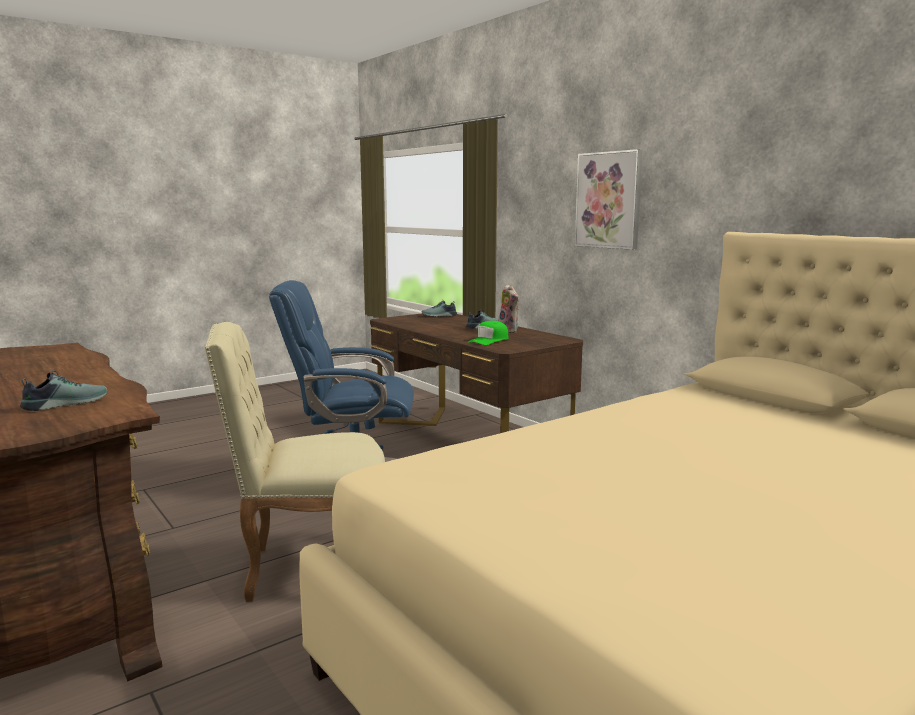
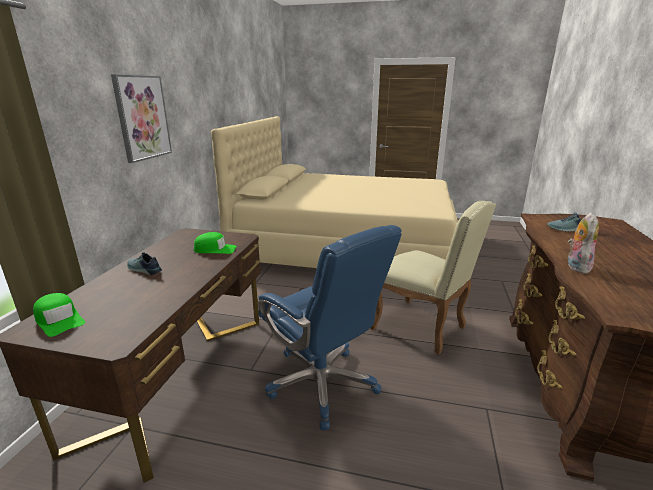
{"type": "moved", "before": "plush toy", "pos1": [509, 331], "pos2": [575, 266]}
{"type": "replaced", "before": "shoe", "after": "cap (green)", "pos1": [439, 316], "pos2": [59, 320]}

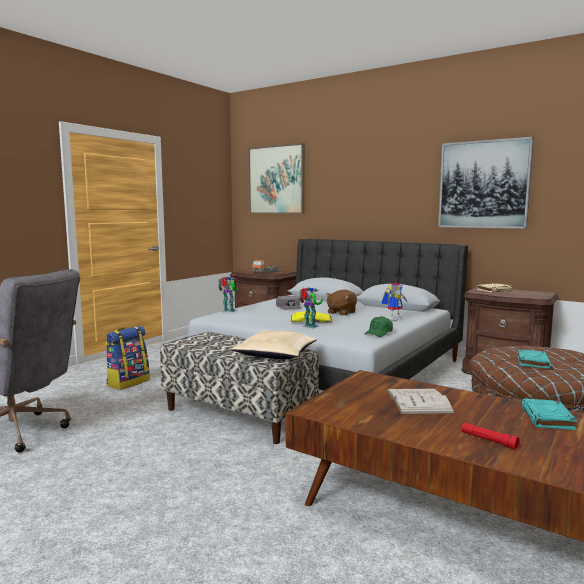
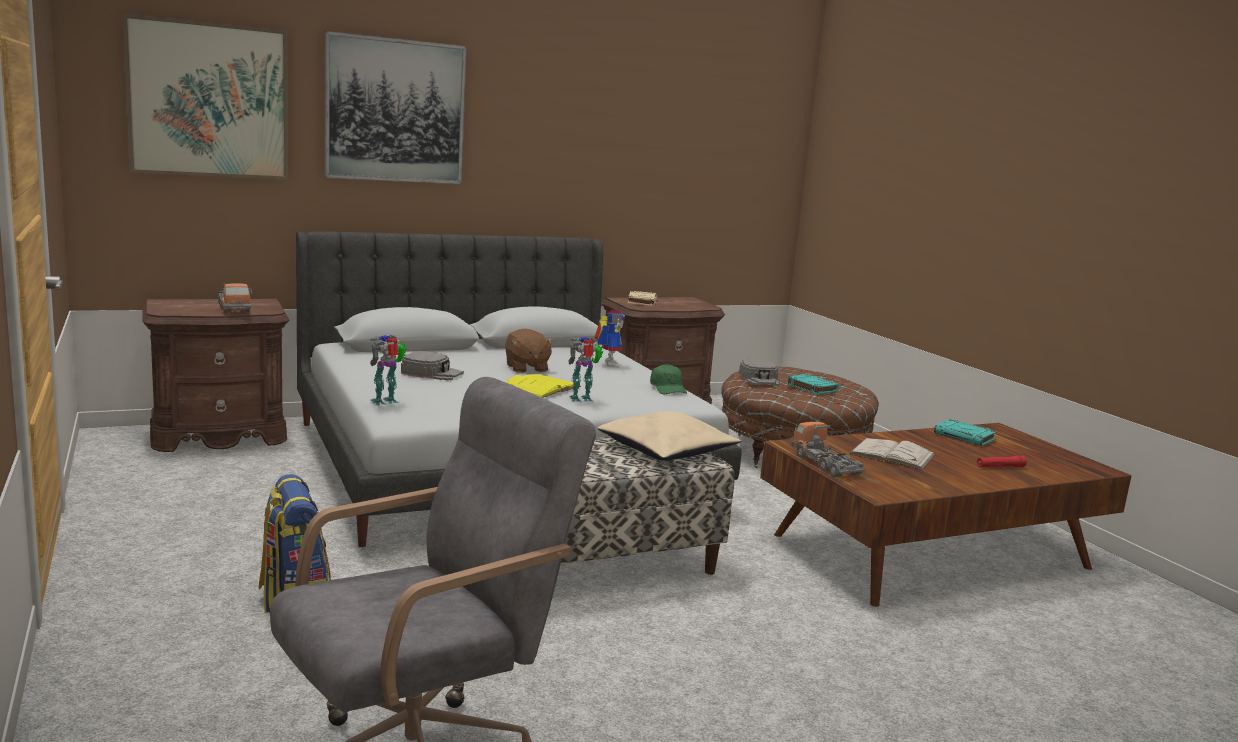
{"type": "moved", "before": "picture", "pos1": [483, 184], "pos2": [395, 111]}
{"type": "added", "after": "cap (grey)", "pos2": [760, 379]}
{"type": "added", "after": "toy truck", "pos2": [825, 464]}

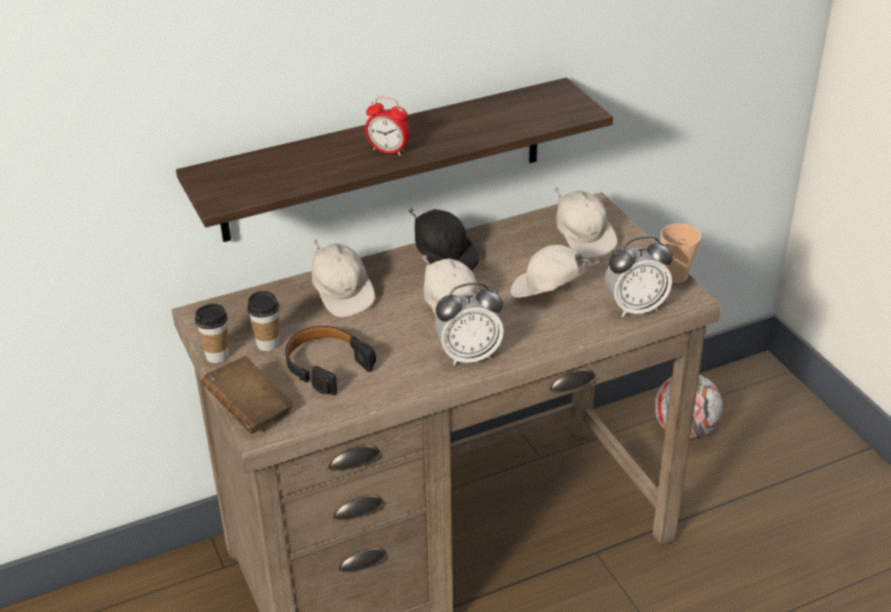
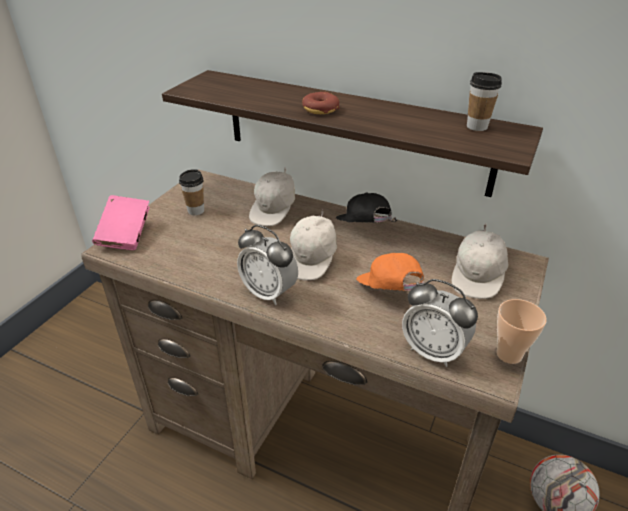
{"type": "replaced", "before": "alarm clock", "after": "donut", "pos1": [388, 151], "pos2": [320, 109]}
{"type": "turned", "before": "cap (black)", "pos1": [444, 257], "pos2": [364, 229], "turn": 135}
{"type": "recoloured", "before": "cap (white)", "after": "cap (orange)", "pos1": [548, 291], "pos2": [389, 292]}
{"type": "moved", "before": "cup", "pos1": [217, 356], "pos2": [477, 126]}
{"type": "removed", "before": "headphones (black)", "pos1": [326, 366]}
{"type": "recoloured", "before": "book (brown)", "after": "book (pink)", "pos1": [250, 410], "pos2": [125, 235]}

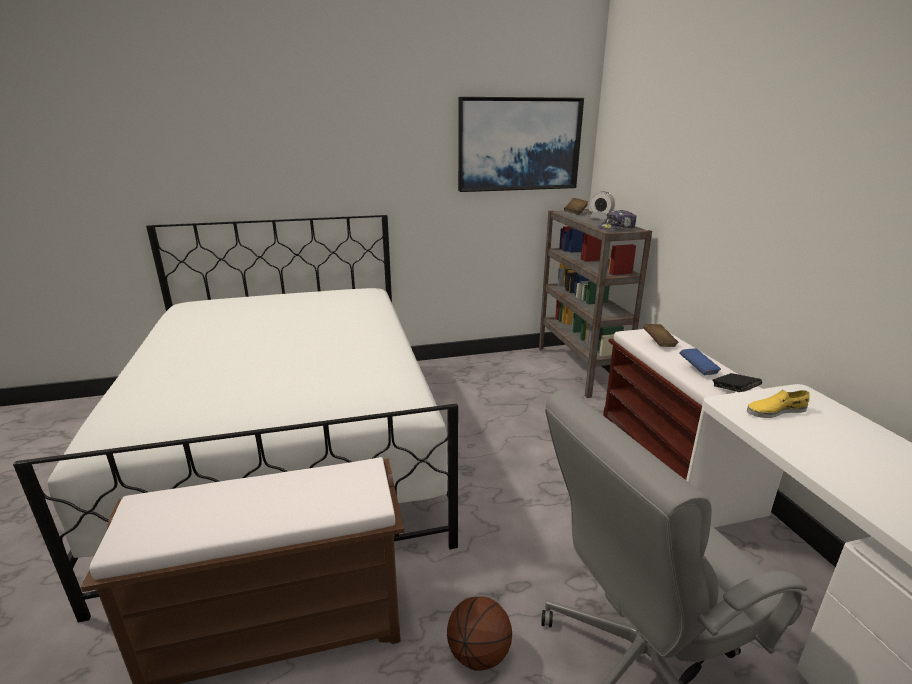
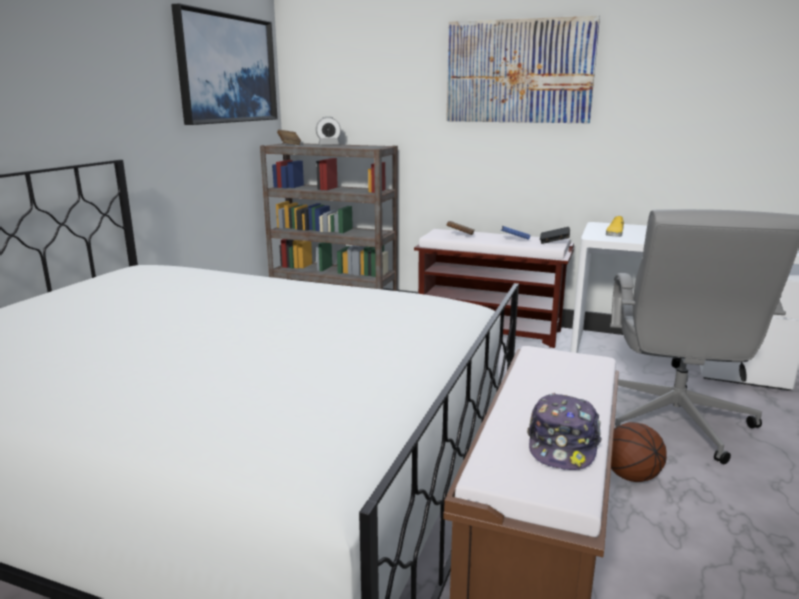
{"type": "moved", "before": "cap", "pos1": [616, 228], "pos2": [563, 444]}
{"type": "added", "after": "picture", "pos2": [518, 72]}

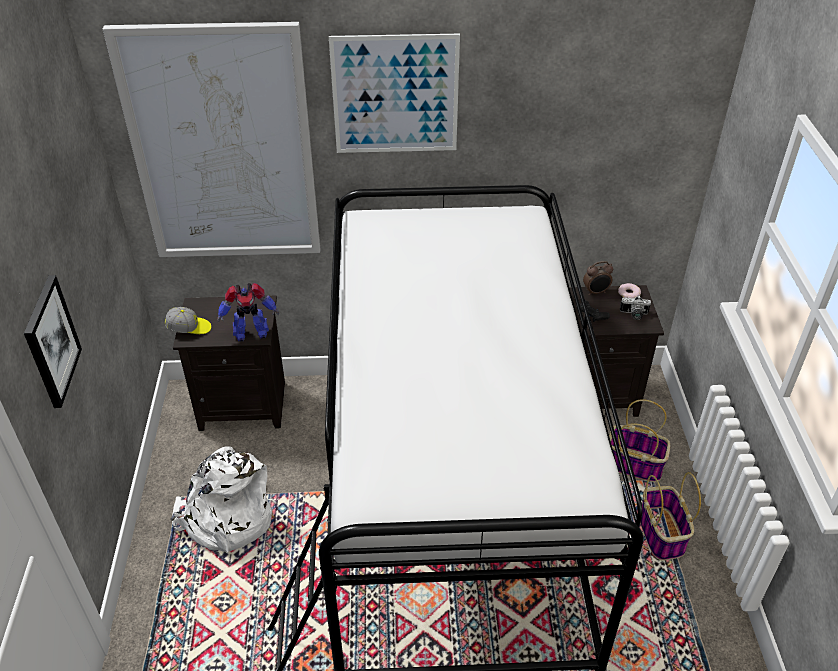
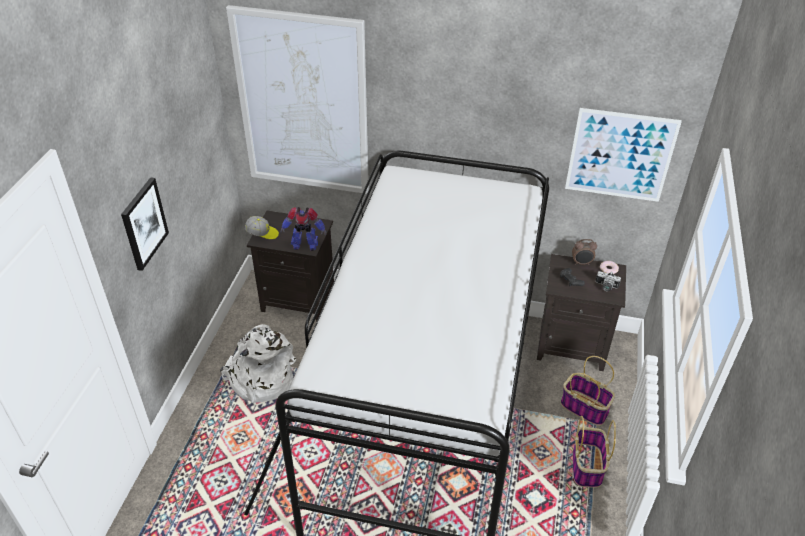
{"type": "moved", "before": "picture", "pos1": [395, 95], "pos2": [620, 155]}

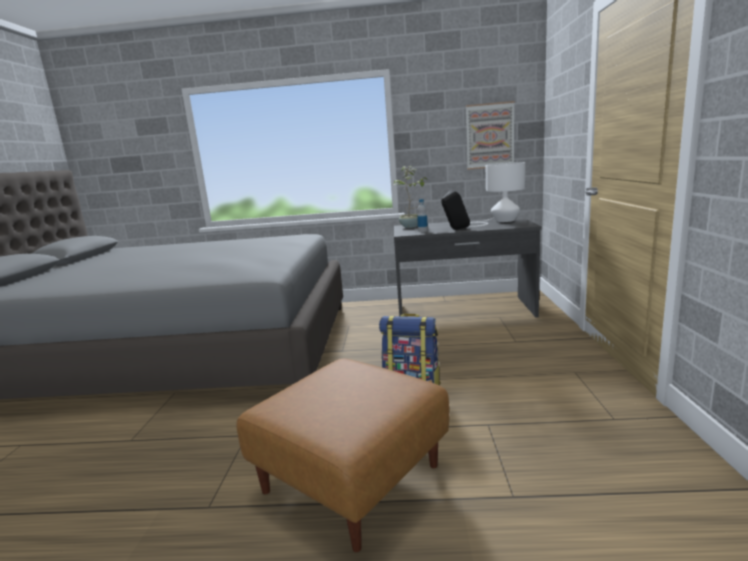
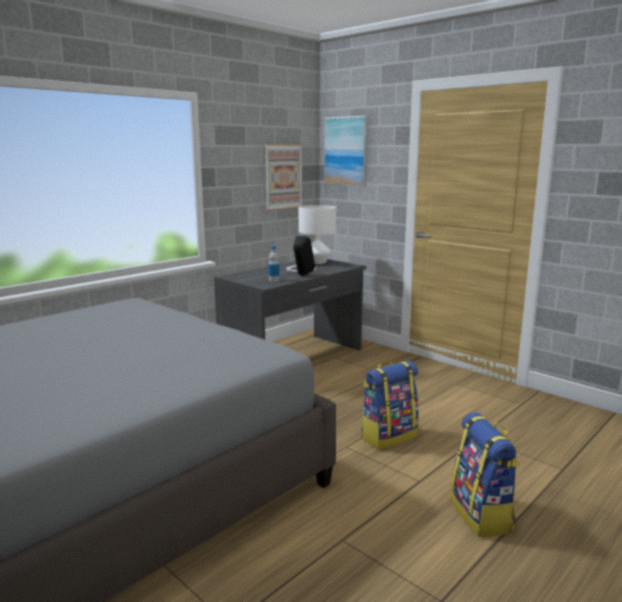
{"type": "removed", "before": "potted plant", "pos1": [411, 226]}
{"type": "replaced", "before": "ottoman (brown)", "after": "backpack", "pos1": [351, 479], "pos2": [482, 515]}
{"type": "added", "after": "picture", "pos2": [346, 151]}

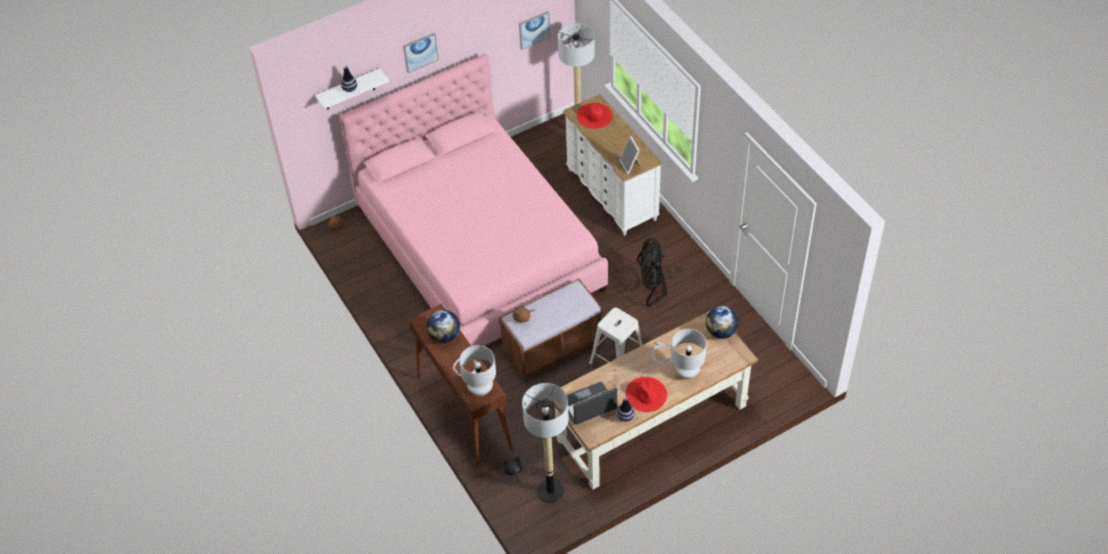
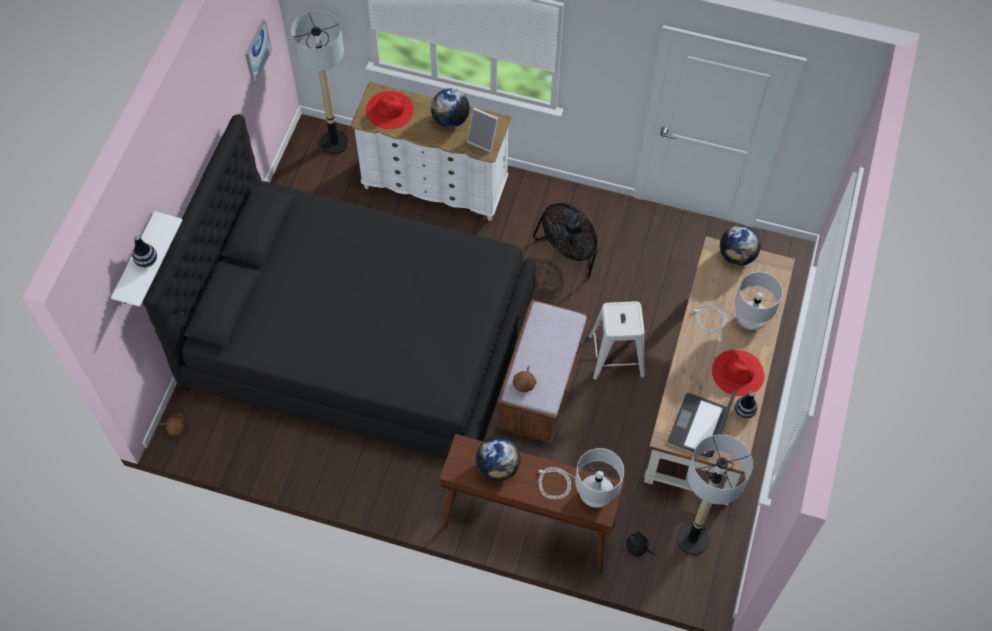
{"type": "removed", "before": "picture", "pos1": [420, 52]}
{"type": "recoloured", "before": "bed (pink)", "after": "bed (black)", "pos1": [479, 248], "pos2": [360, 338]}
{"type": "added", "after": "globe", "pos2": [450, 120]}

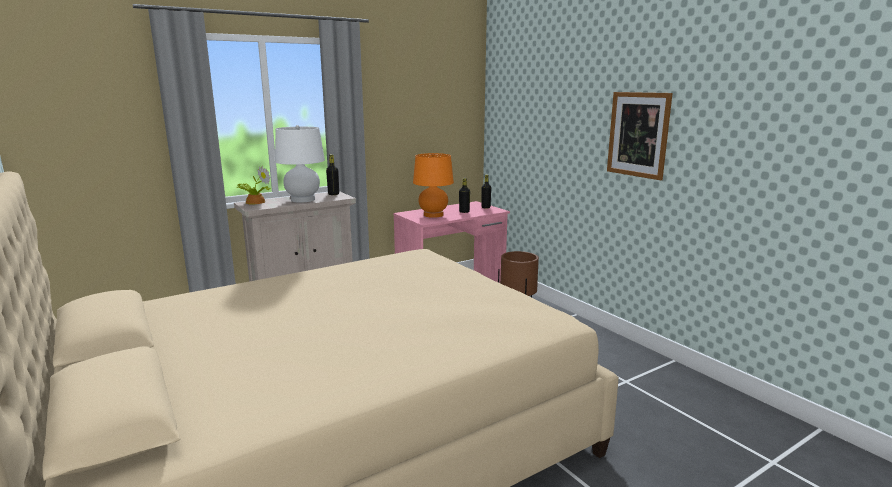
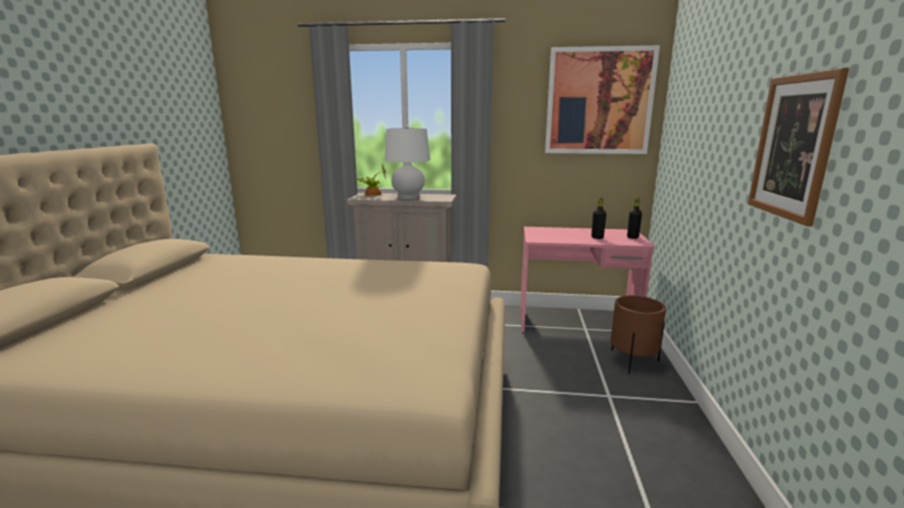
{"type": "removed", "before": "table lamp (orange)", "pos1": [433, 215]}
{"type": "removed", "before": "bottle (black)", "pos1": [333, 194]}
{"type": "added", "after": "picture", "pos2": [599, 101]}

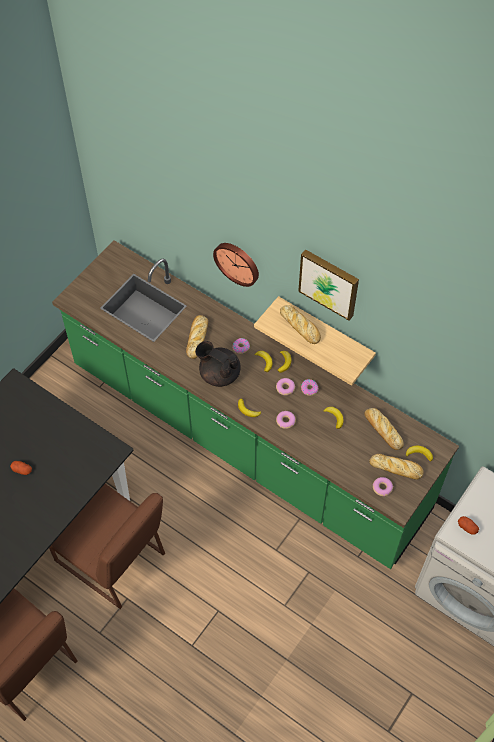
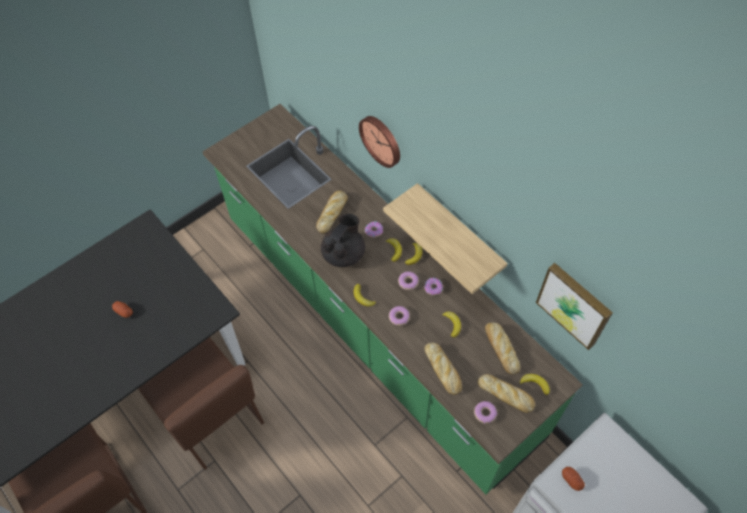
{"type": "moved", "before": "picture", "pos1": [329, 283], "pos2": [575, 304]}
{"type": "moved", "before": "bread", "pos1": [300, 327], "pos2": [443, 370]}
{"type": "turned", "before": "teapot (black)", "pos1": [219, 374], "pos2": [344, 254], "turn": 75}

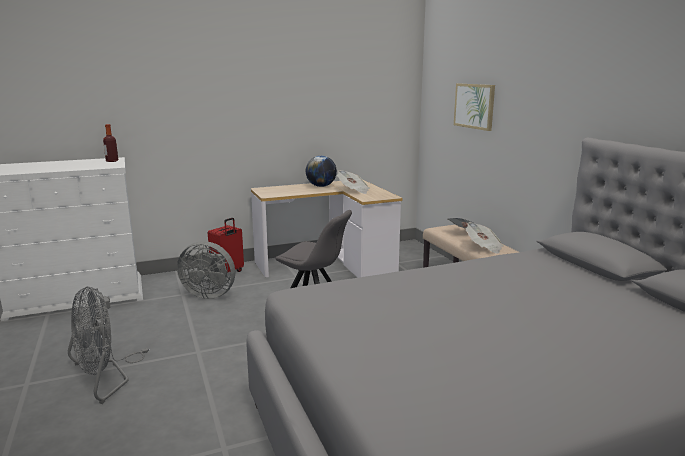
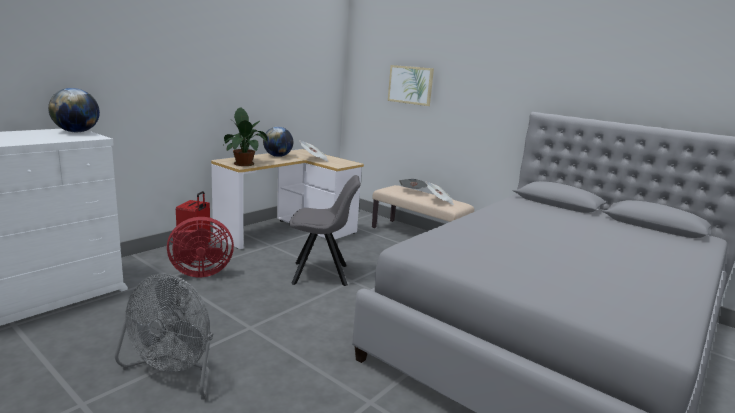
{"type": "replaced", "before": "bottle", "after": "globe", "pos1": [112, 161], "pos2": [77, 132]}
{"type": "recoloured", "before": "fan (grey)", "after": "fan (red)", "pos1": [209, 294], "pos2": [199, 272]}
{"type": "added", "after": "potted plant", "pos2": [244, 163]}

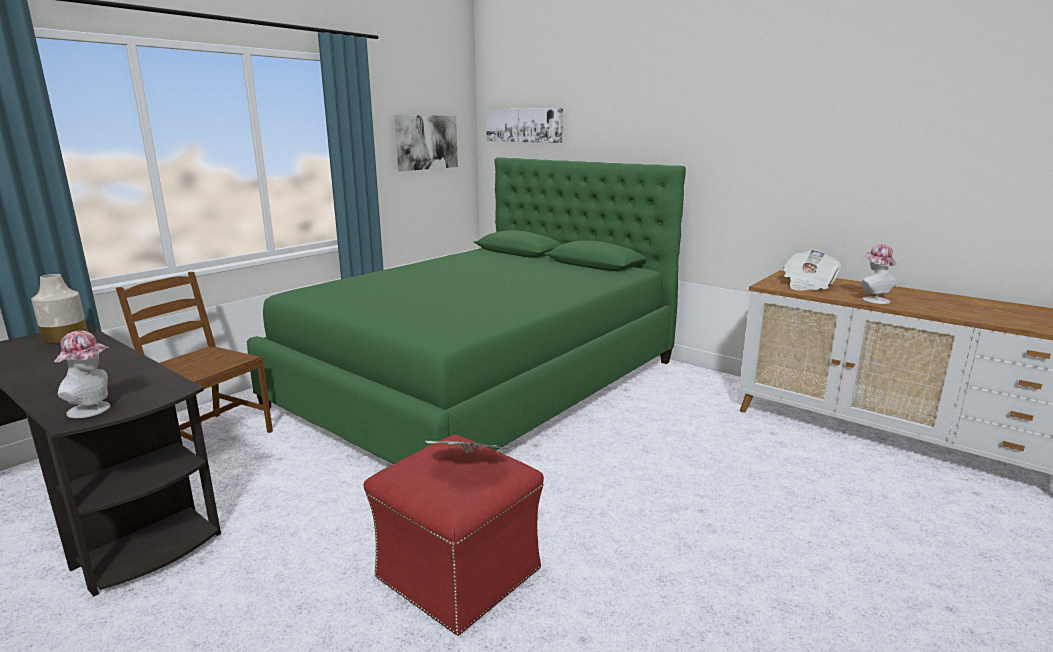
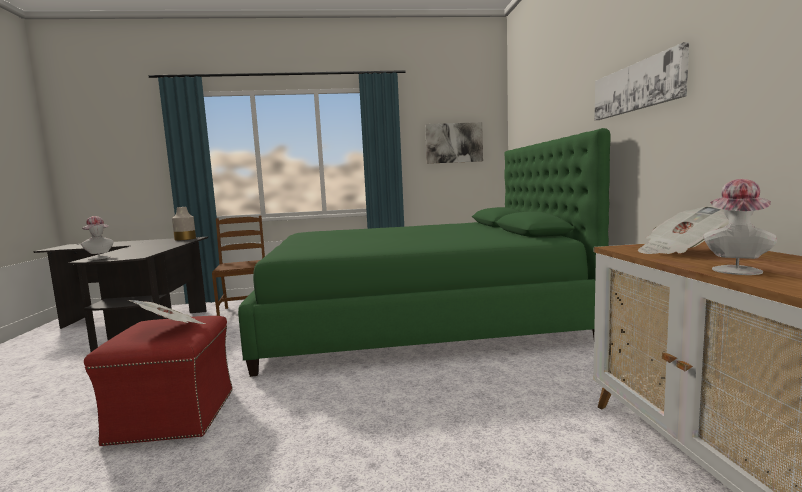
{"type": "moved", "before": "picture", "pos1": [524, 125], "pos2": [637, 87]}

